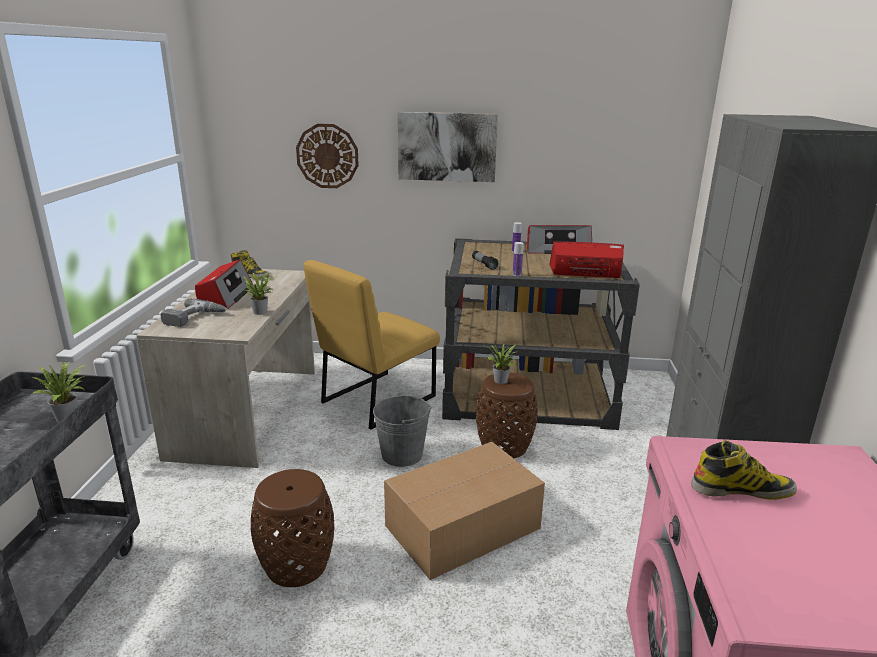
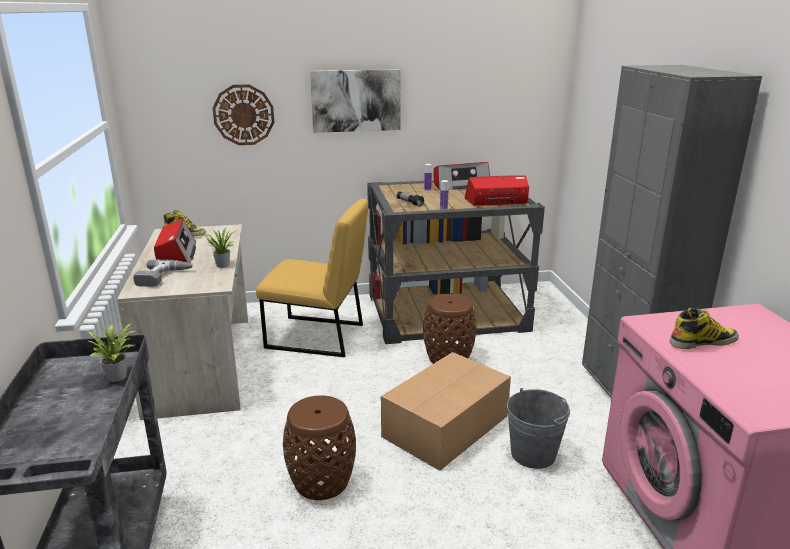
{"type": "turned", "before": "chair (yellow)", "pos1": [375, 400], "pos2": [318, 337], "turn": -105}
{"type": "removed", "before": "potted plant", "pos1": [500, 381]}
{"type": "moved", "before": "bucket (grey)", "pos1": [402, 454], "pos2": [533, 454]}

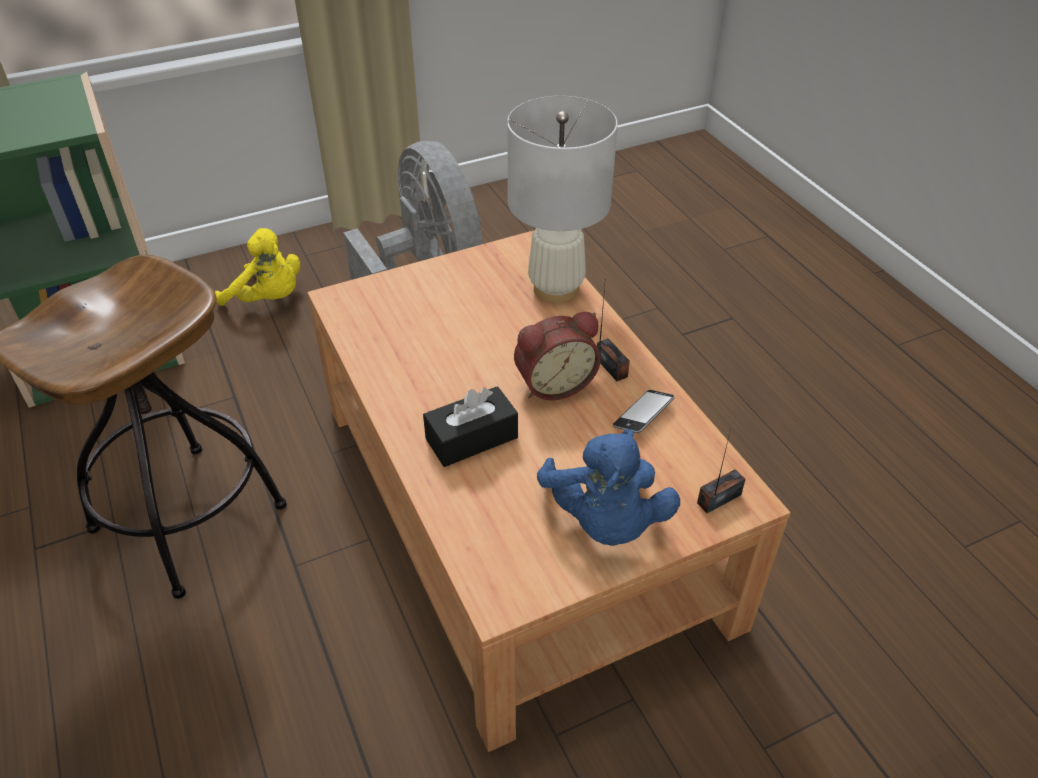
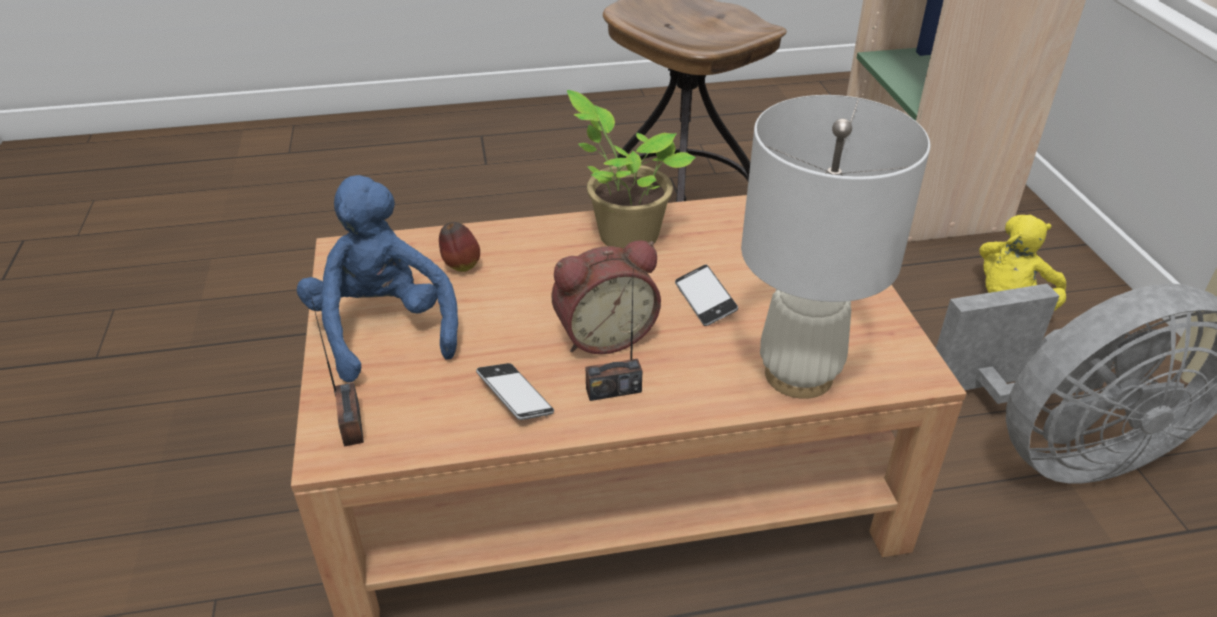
{"type": "turned", "before": "alarm clock", "pos1": [554, 383], "pos2": [603, 334], "turn": -105}
{"type": "removed", "before": "tissue box (black)", "pos1": [471, 438]}
{"type": "turned", "before": "plush toy (blue)", "pos1": [604, 521], "pos2": [383, 329], "turn": 60}
{"type": "added", "after": "potted plant", "pos2": [624, 234]}
{"type": "added", "after": "apple", "pos2": [460, 266]}
{"type": "added", "after": "phone", "pos2": [705, 300]}

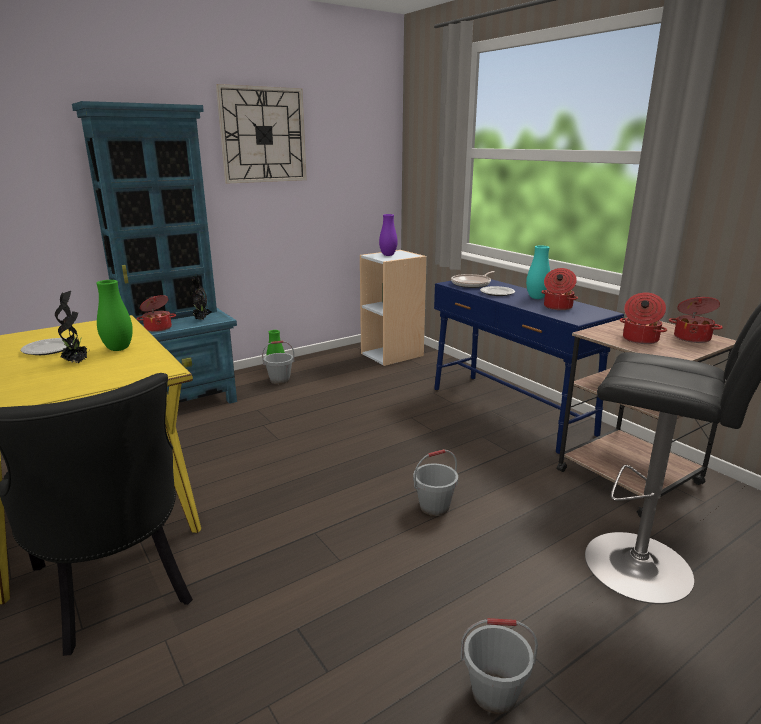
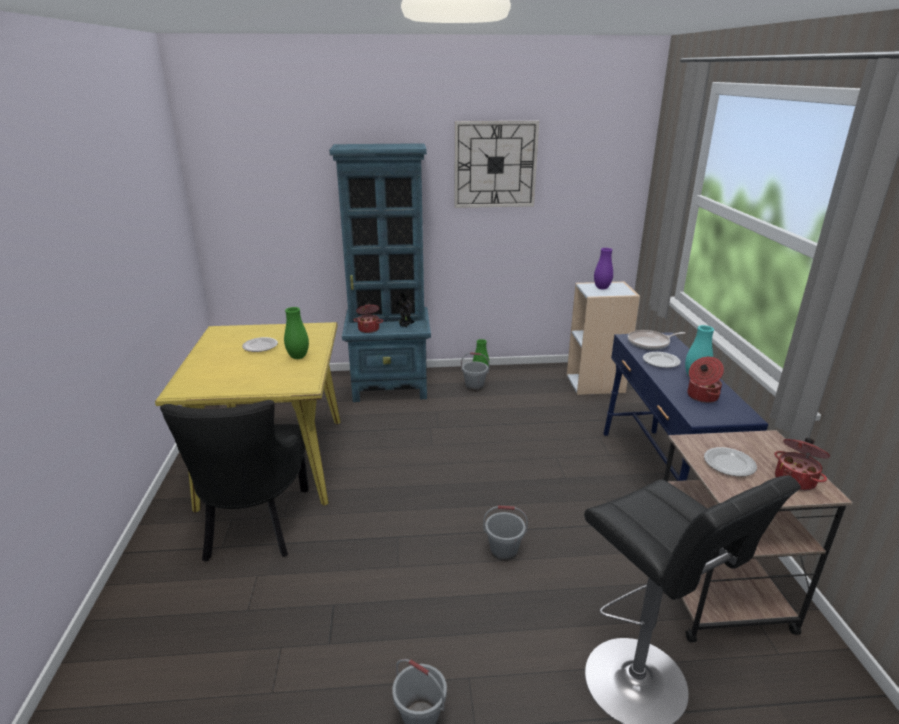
{"type": "removed", "before": "potted plant", "pos1": [77, 362]}
{"type": "replaced", "before": "cooking pot", "after": "plate", "pos1": [639, 339], "pos2": [729, 464]}

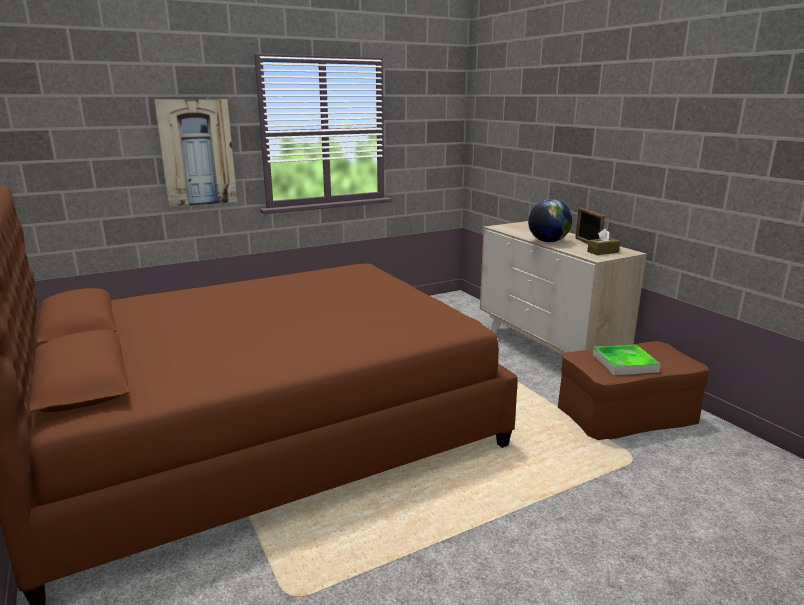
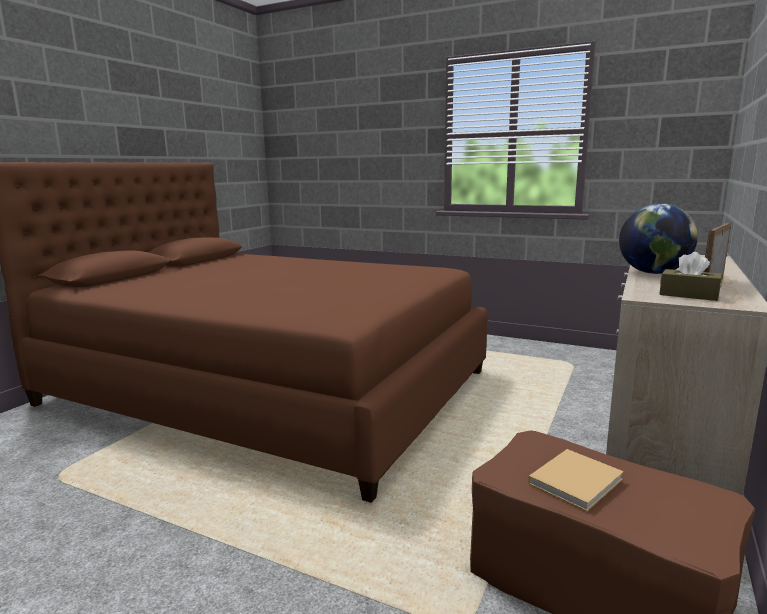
{"type": "removed", "before": "picture", "pos1": [197, 153]}
{"type": "replaced", "before": "tray", "after": "book (beige)", "pos1": [624, 363], "pos2": [577, 480]}

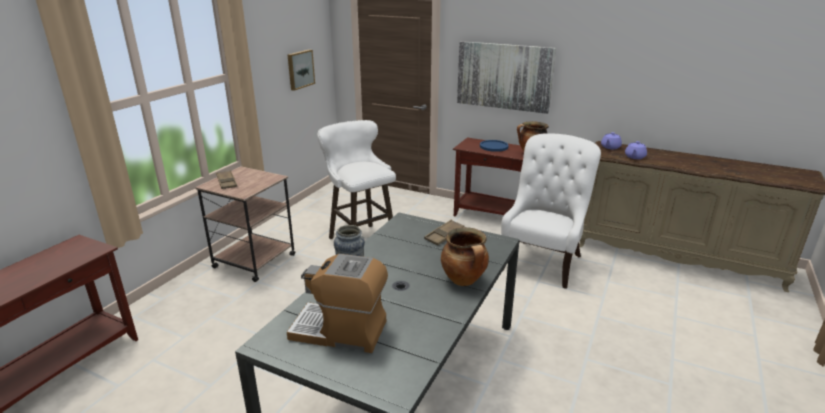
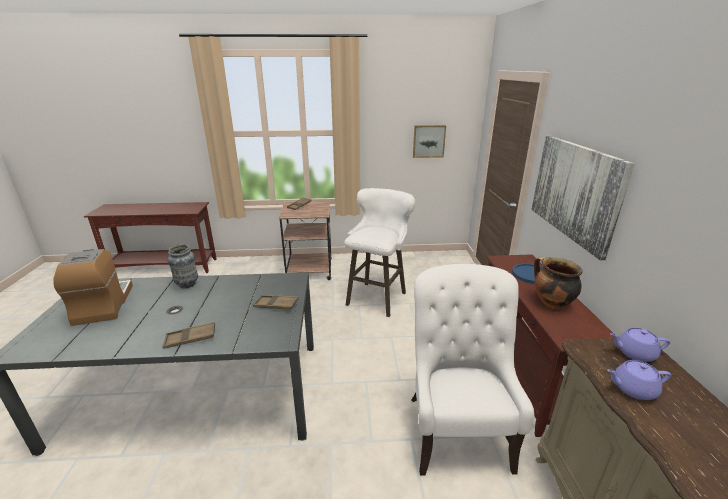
{"type": "turned", "before": "chair (white)", "pos1": [542, 262], "pos2": [456, 431], "turn": -90}
{"type": "replaced", "before": "cooking pot", "after": "tray (brown)", "pos1": [464, 280], "pos2": [190, 338]}

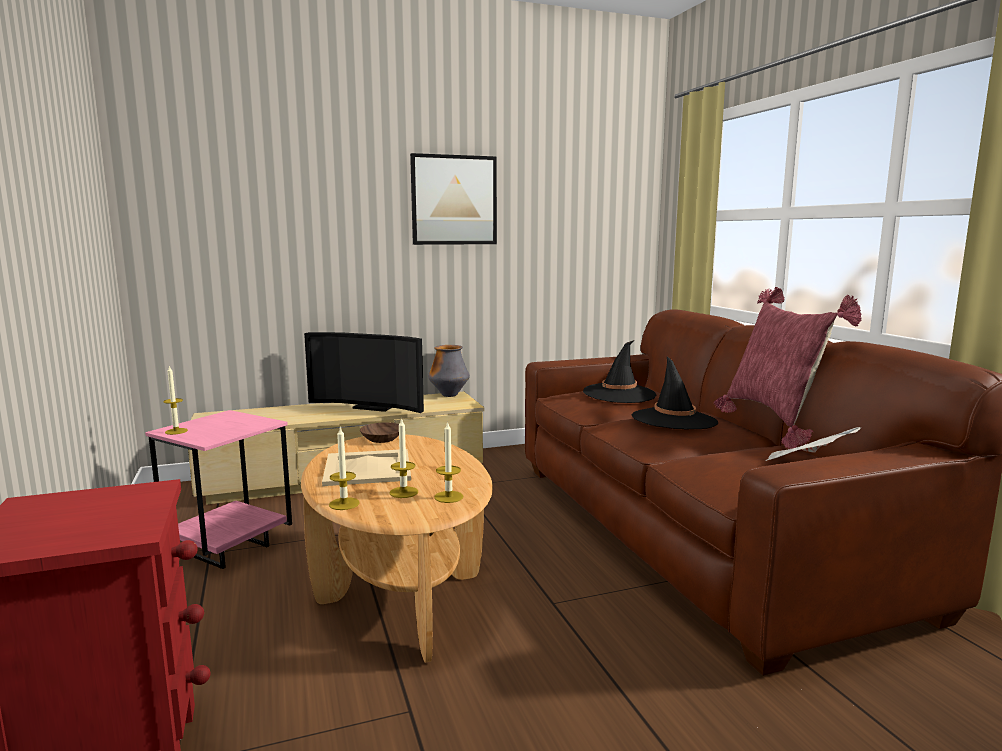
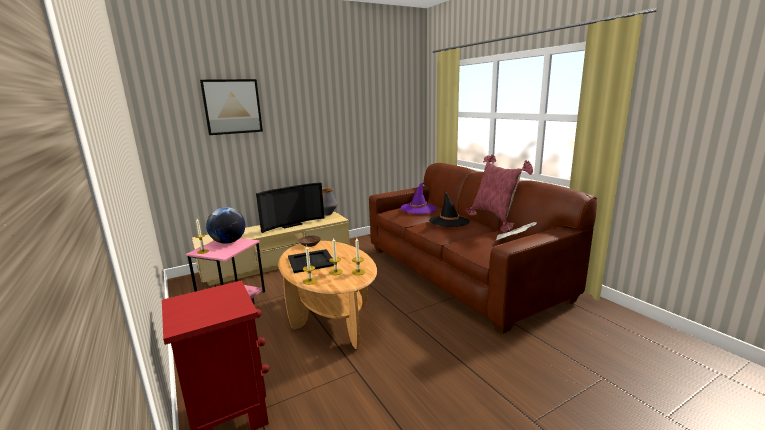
{"type": "moved", "before": "picture", "pos1": [454, 200], "pos2": [232, 106]}
{"type": "turned", "before": "television", "pos1": [373, 407], "pos2": [290, 225], "turn": -45}
{"type": "recoloured", "before": "hat (black)", "after": "hat (purple)", "pos1": [619, 394], "pos2": [418, 208]}
{"type": "recoloured", "before": "tray (beige)", "after": "tray (black)", "pos1": [368, 468], "pos2": [311, 261]}
{"type": "added", "after": "globe", "pos2": [229, 242]}

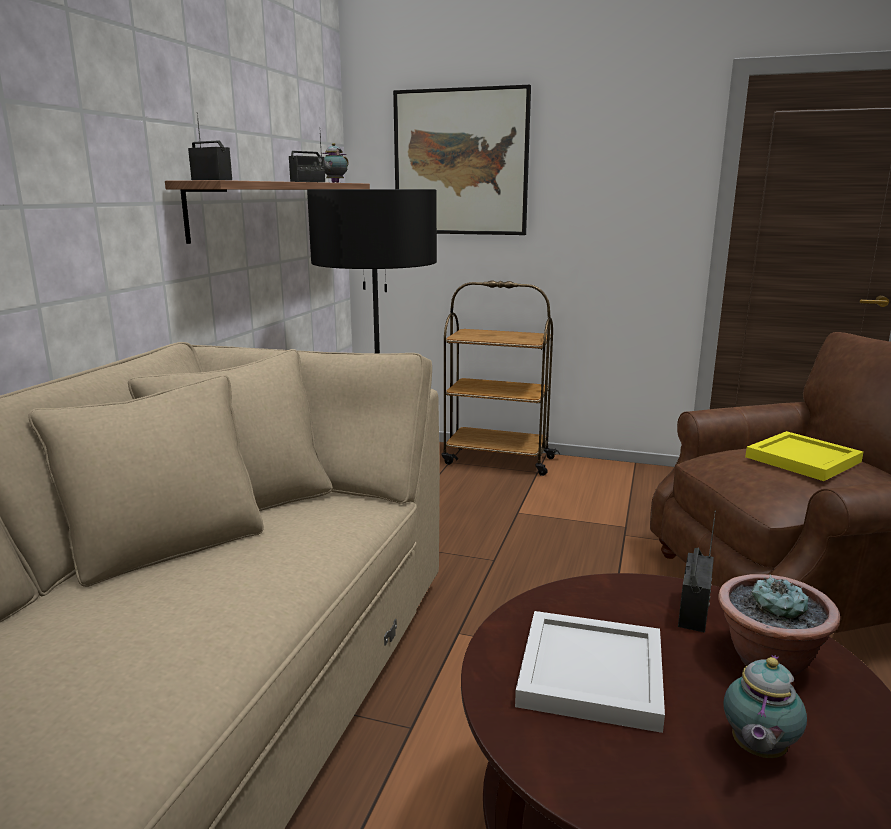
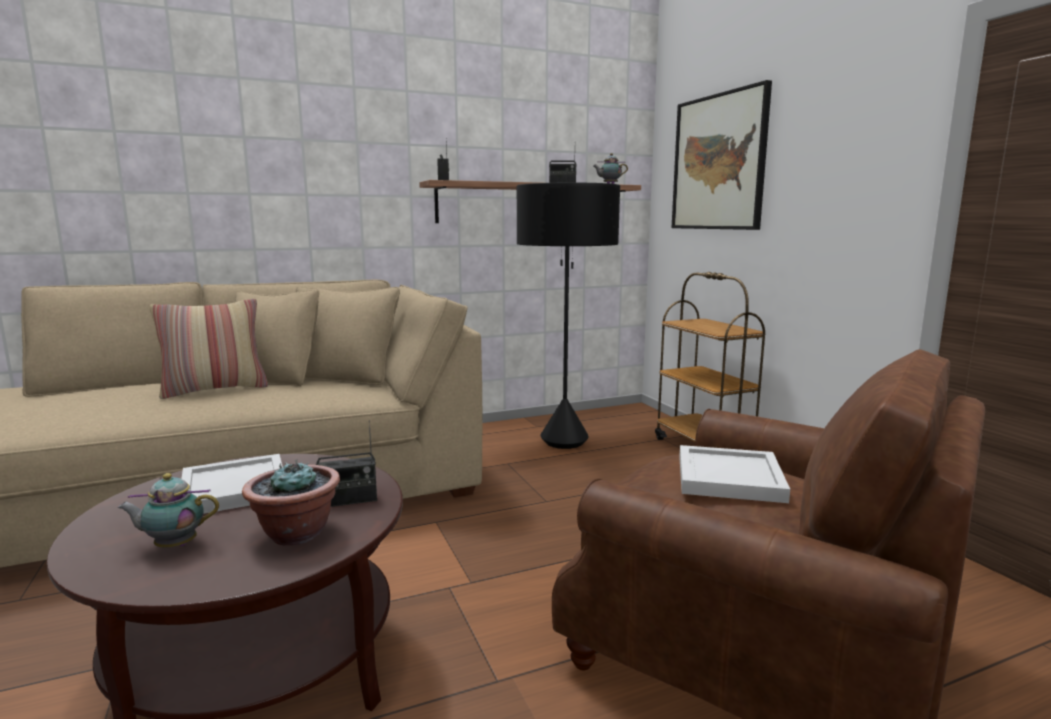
{"type": "recoloured", "before": "tray (yellow)", "after": "tray (white)", "pos1": [804, 459], "pos2": [731, 478]}
{"type": "added", "after": "pillow", "pos2": [215, 389]}

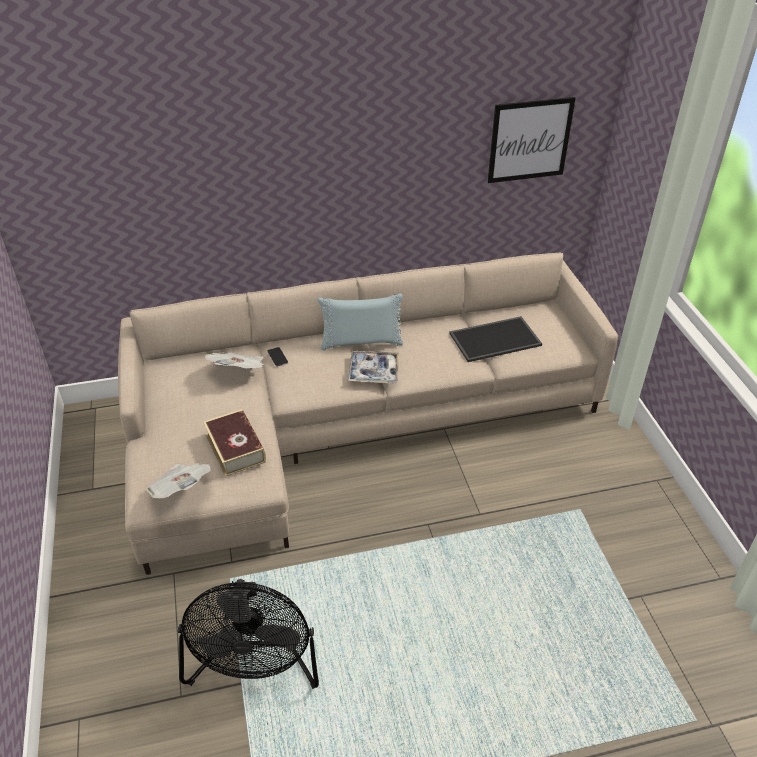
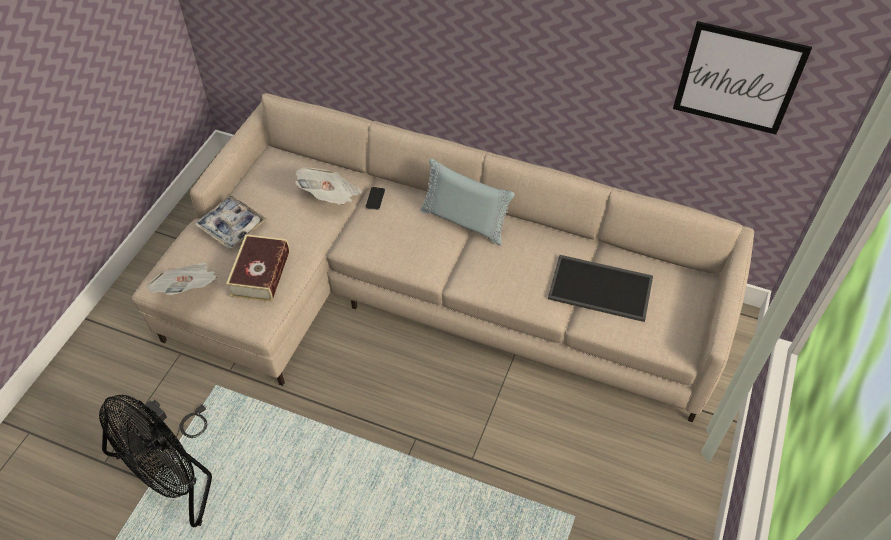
{"type": "moved", "before": "tray", "pos1": [373, 372], "pos2": [231, 226]}

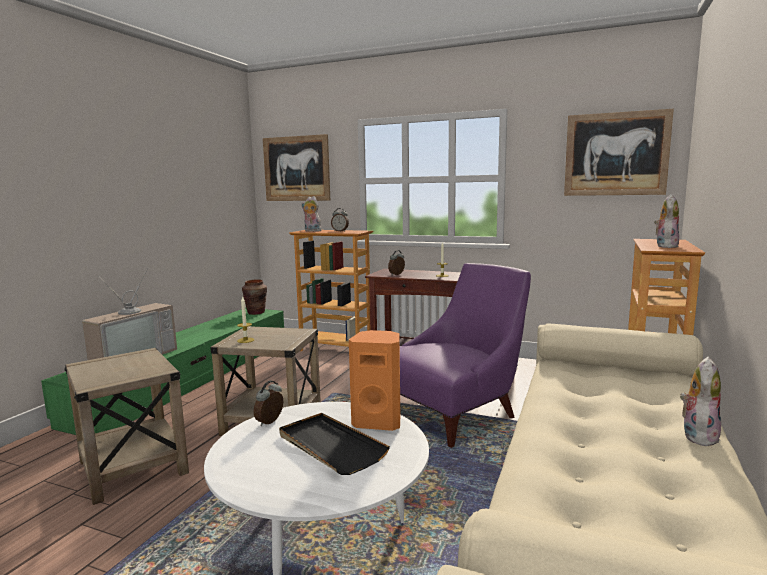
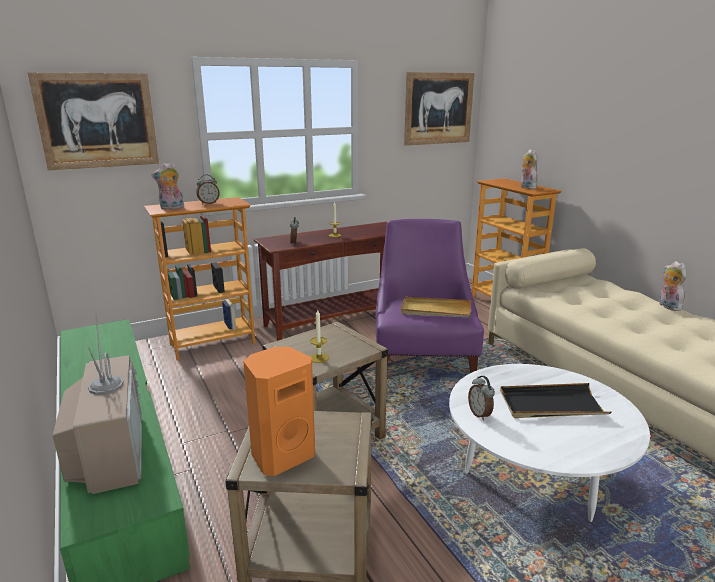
{"type": "removed", "before": "vase (brown)", "pos1": [256, 312]}
{"type": "moved", "before": "speaker (orange)", "pos1": [378, 421], "pos2": [281, 455]}
{"type": "added", "after": "tray (beige)", "pos2": [435, 310]}

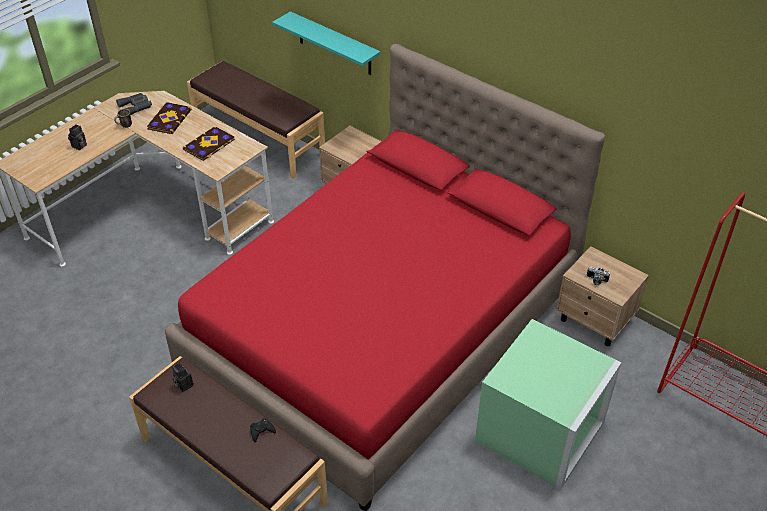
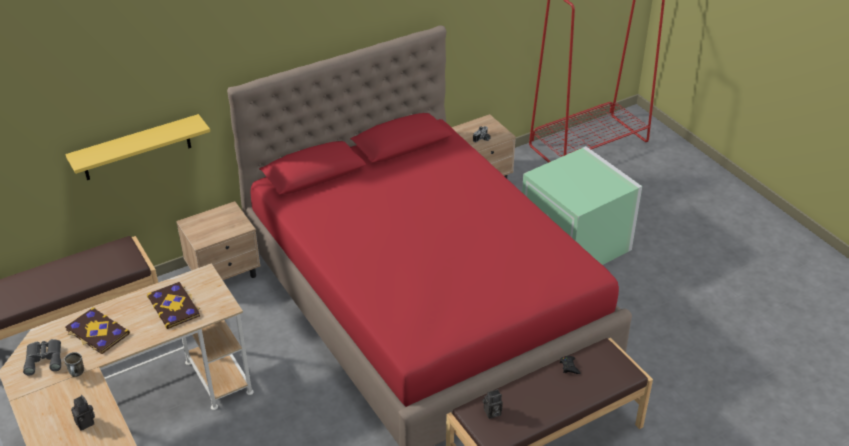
{"type": "recoloured", "before": "shelf (turquoise)", "after": "shelf (yellow)", "pos1": [334, 44], "pos2": [136, 148]}

